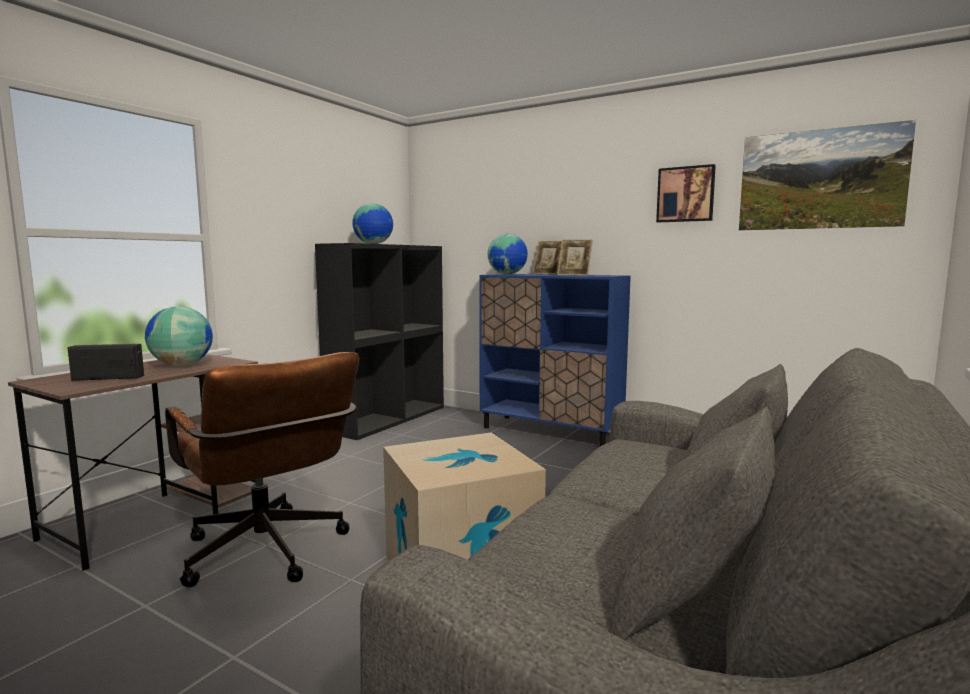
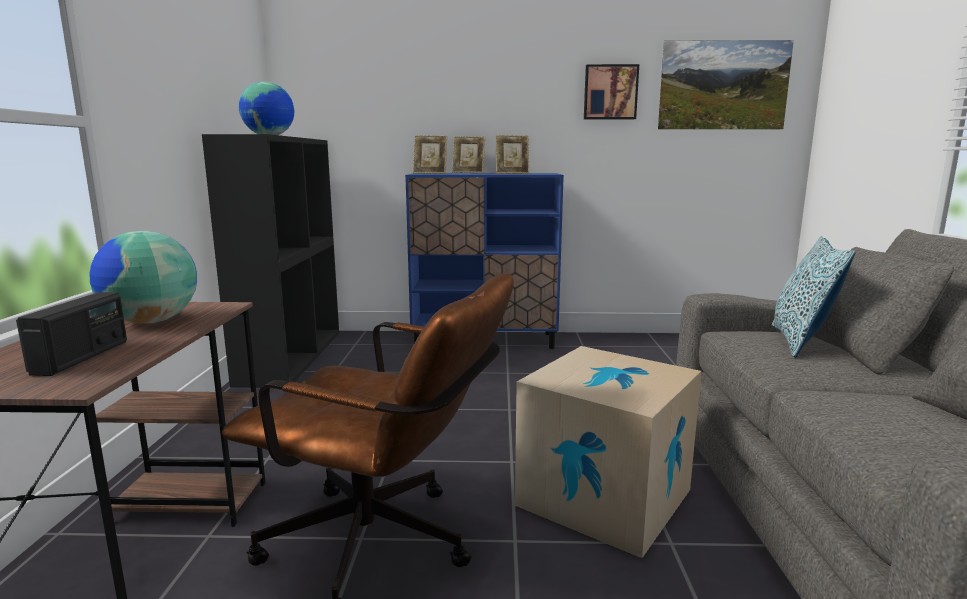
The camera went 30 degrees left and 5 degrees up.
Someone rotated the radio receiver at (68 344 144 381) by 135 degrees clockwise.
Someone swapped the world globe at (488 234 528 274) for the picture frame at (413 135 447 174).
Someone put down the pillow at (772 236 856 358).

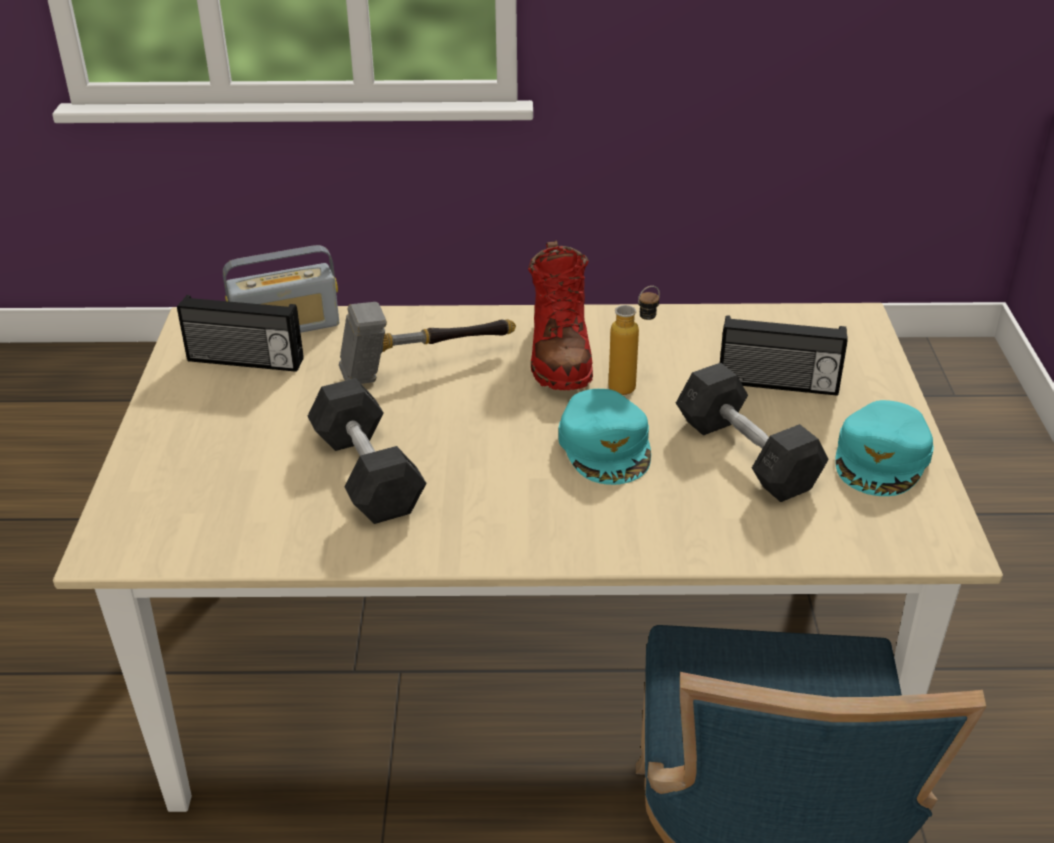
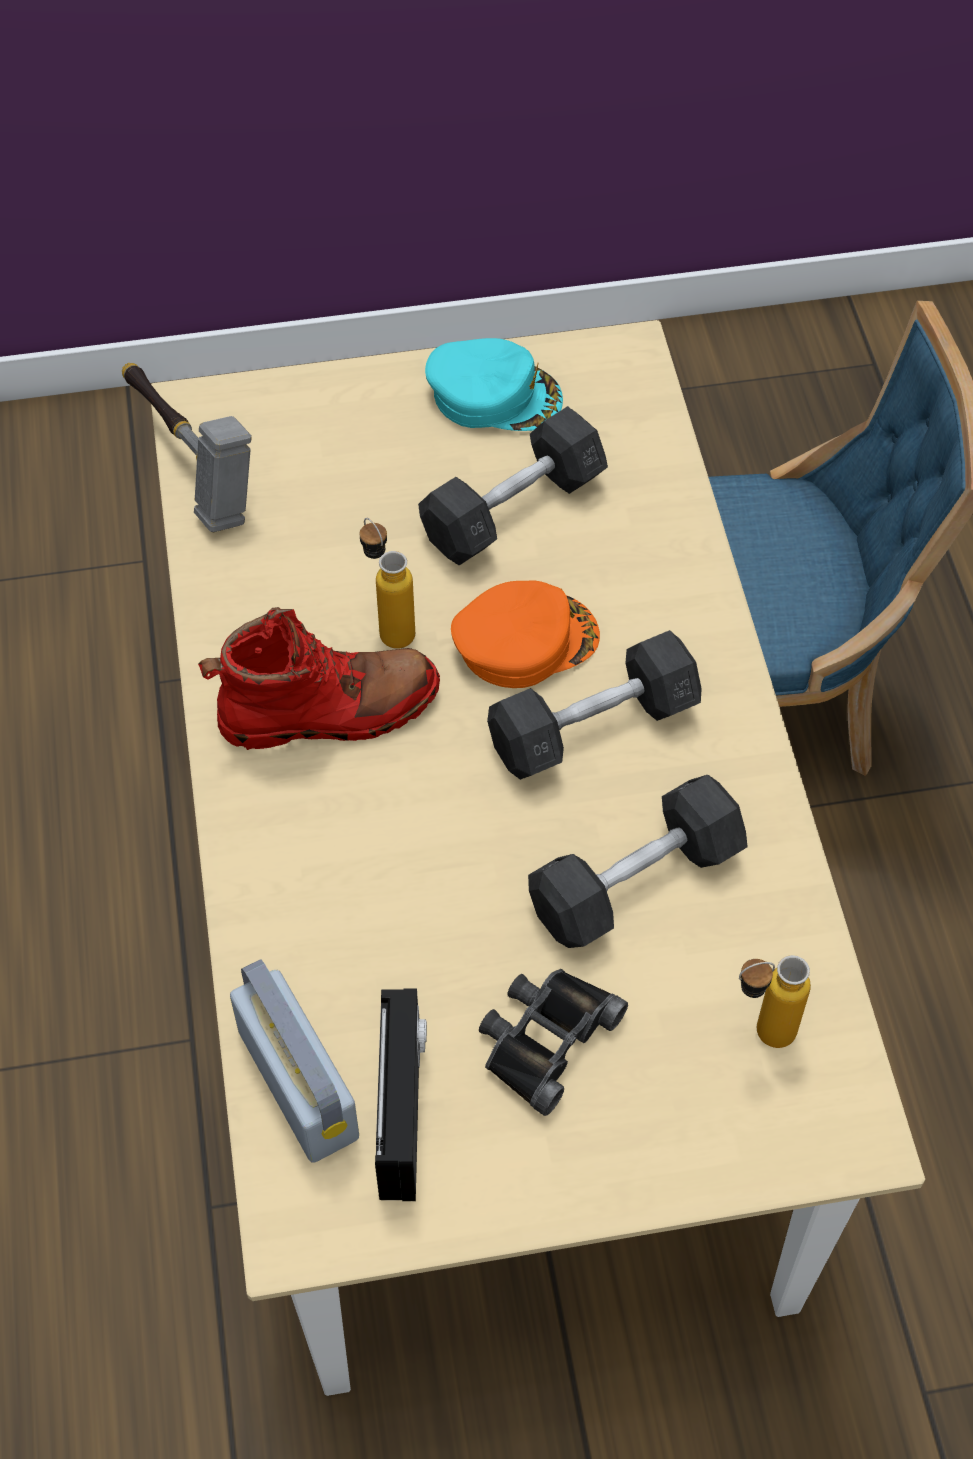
The camera went 100 degrees left and 20 degrees up.
Someone carried the tool hammer from (339 302 516 384) to (122 363 252 532).
Someone repainted the blue-green peaked cap at (558 389 651 485), which became the orange-coloured peaked cap at (451 581 600 688).
Someone took away the radio receiver at (720 315 848 396).
Someone put down the black field glasses at (479 969 628 1116).
Someone put down the greyish hand weight at (487 630 702 780).
Someone put down the beverage bottle at (739 955 811 1048).

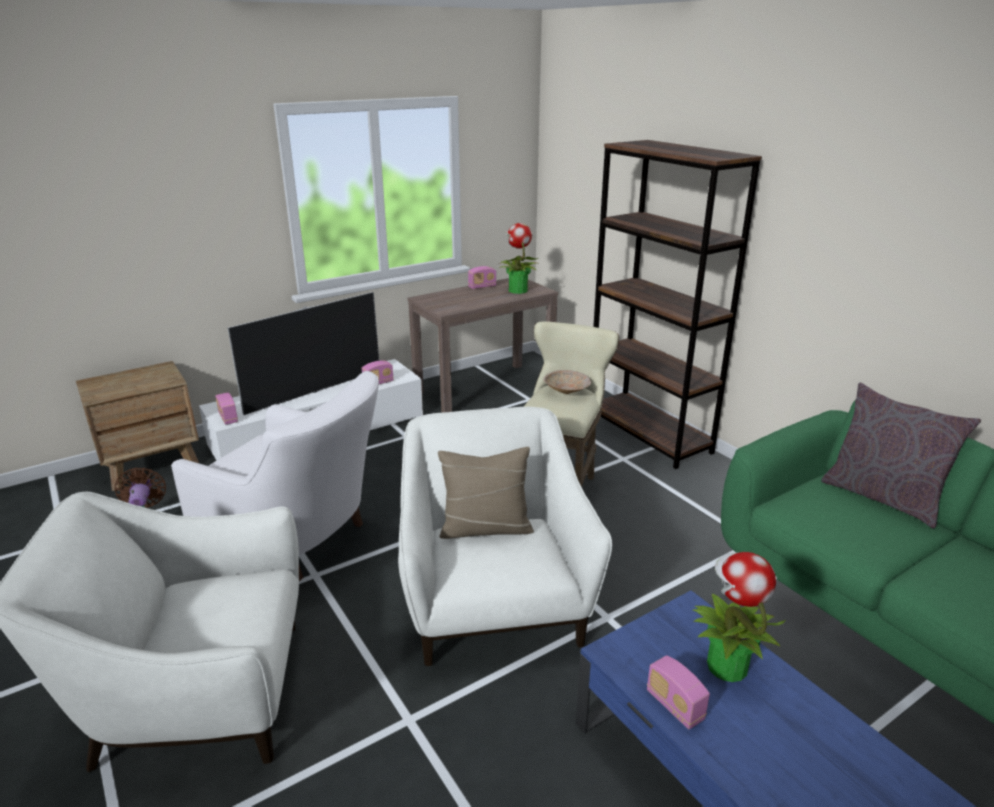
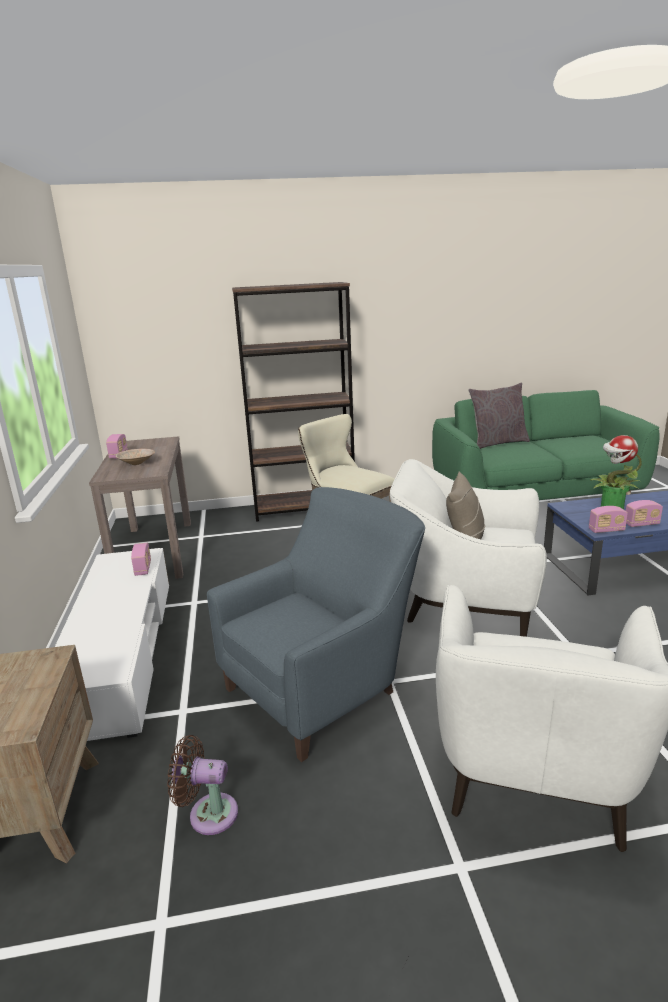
The camera went 65 degrees left and 5 degrees down.
Someone repainted the white-coloured armchair at (171 371 379 581), which became the bluish armchair at (207 487 425 762).
Someone carried the radio receiver from (215 392 238 425) to (589 506 628 533).
Someone took away the TV set at (228 292 379 415).
Someone took away the houseplant at (499 223 539 294).
Someone carried the beige-coloured bowl from (543 370 591 394) to (116 449 155 465).

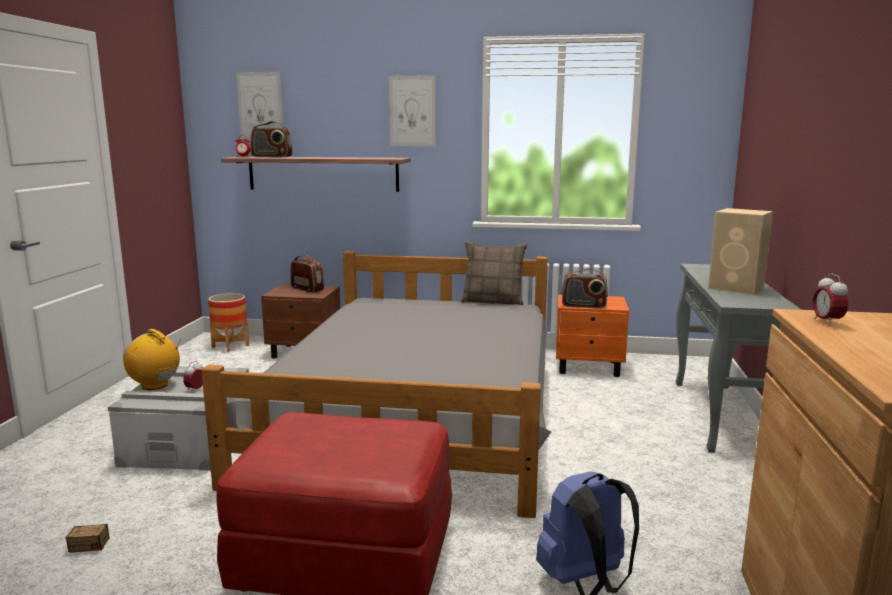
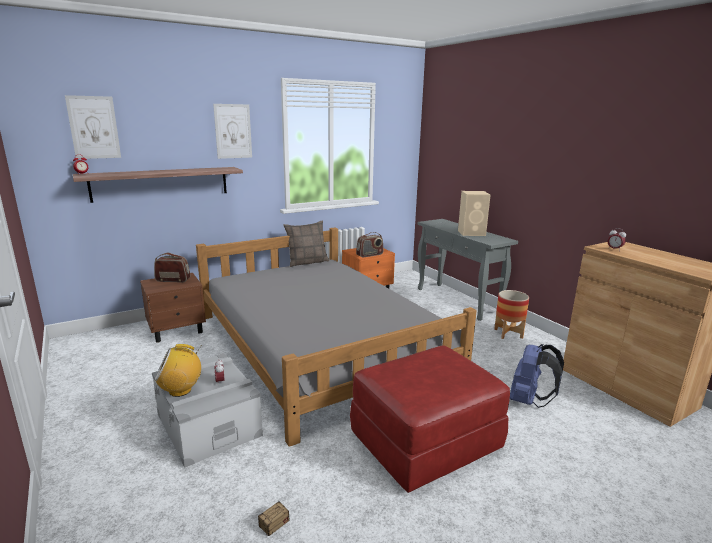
The camera went 40 degrees left and 5 degrees up.
Someone carried the plant pot from (208 293 249 352) to (494 290 529 339).
Someone took away the radio receiver at (250 121 292 157).

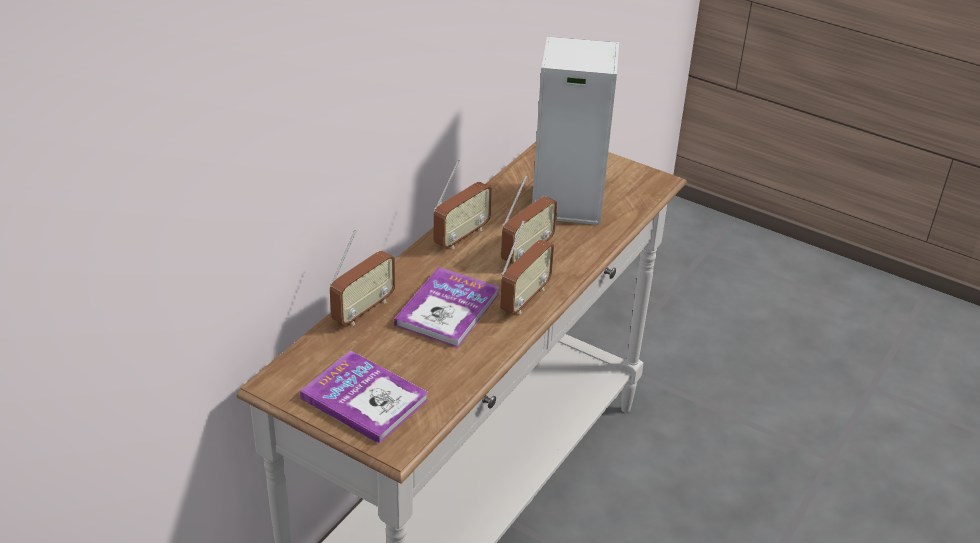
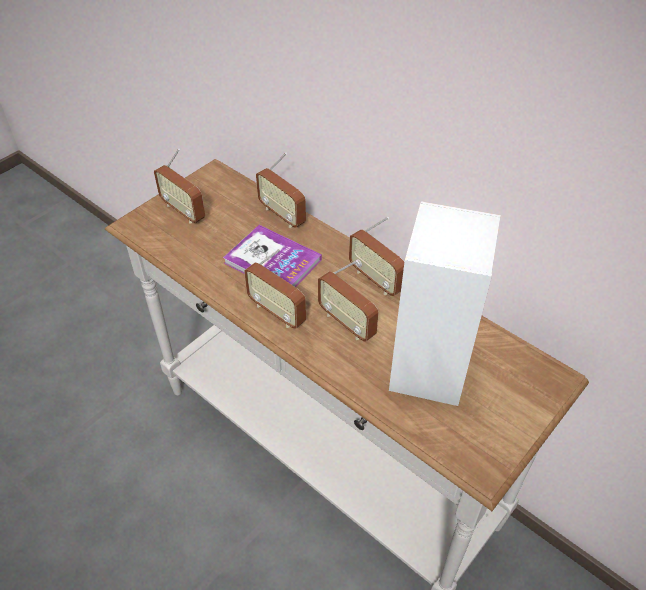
The camera went 100 degrees right and 10 degrees up.
Someone swapped the book at (300 350 429 444) for the radio receiver at (154 148 205 224).

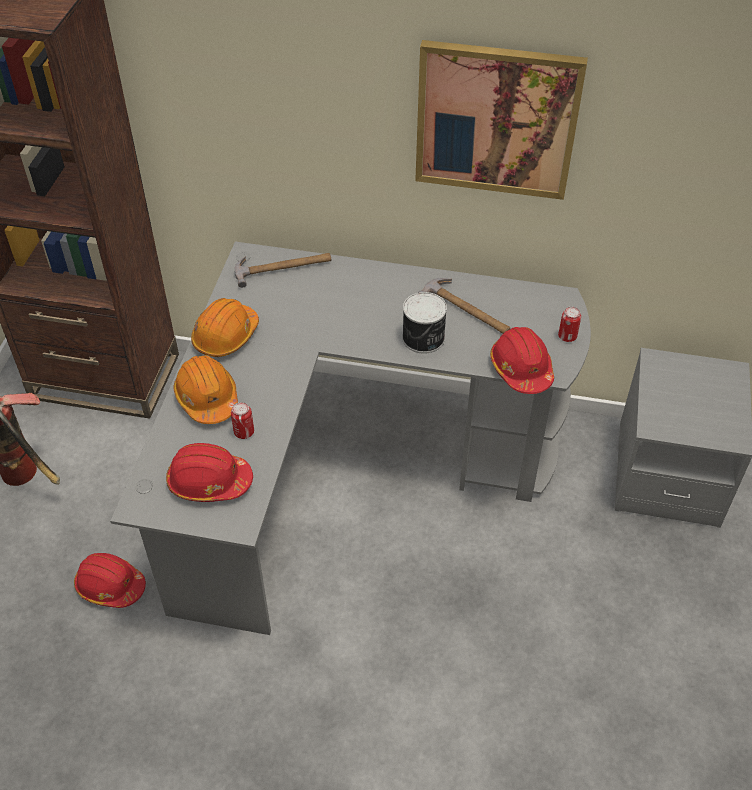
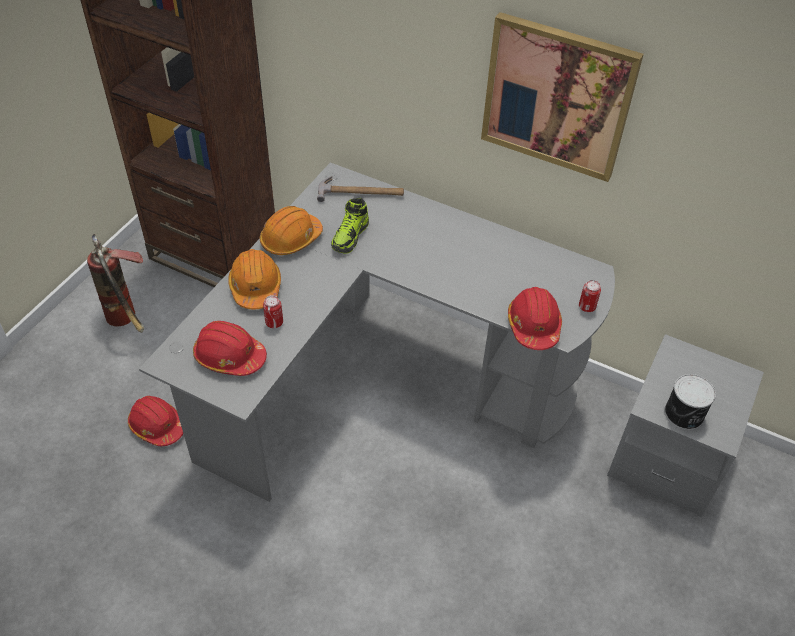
The camera went 15 degrees right and 0 degrees up.
Someone carried the can from (402 292 447 354) to (664 374 716 430).
Someone took away the tool hammer at (417 278 511 334).
Someone put down the item of footwear at (331 198 369 253).

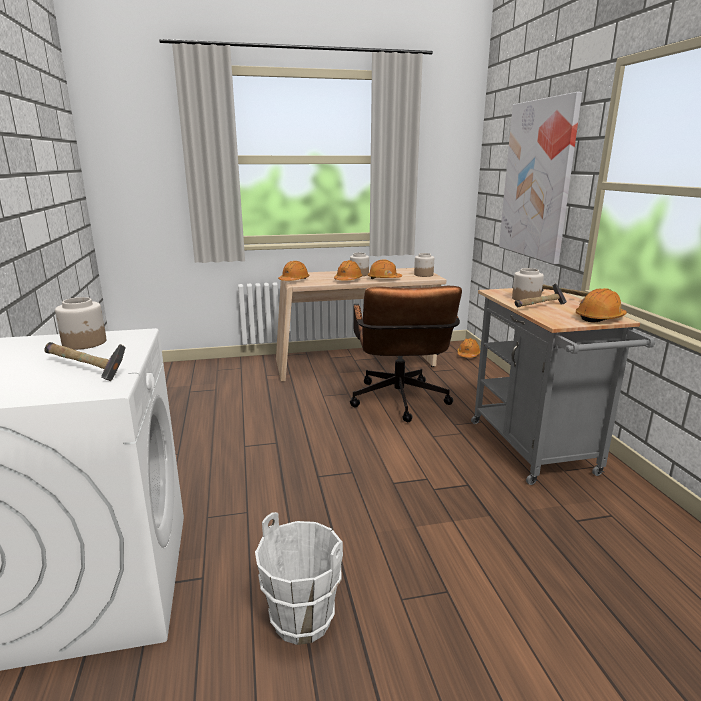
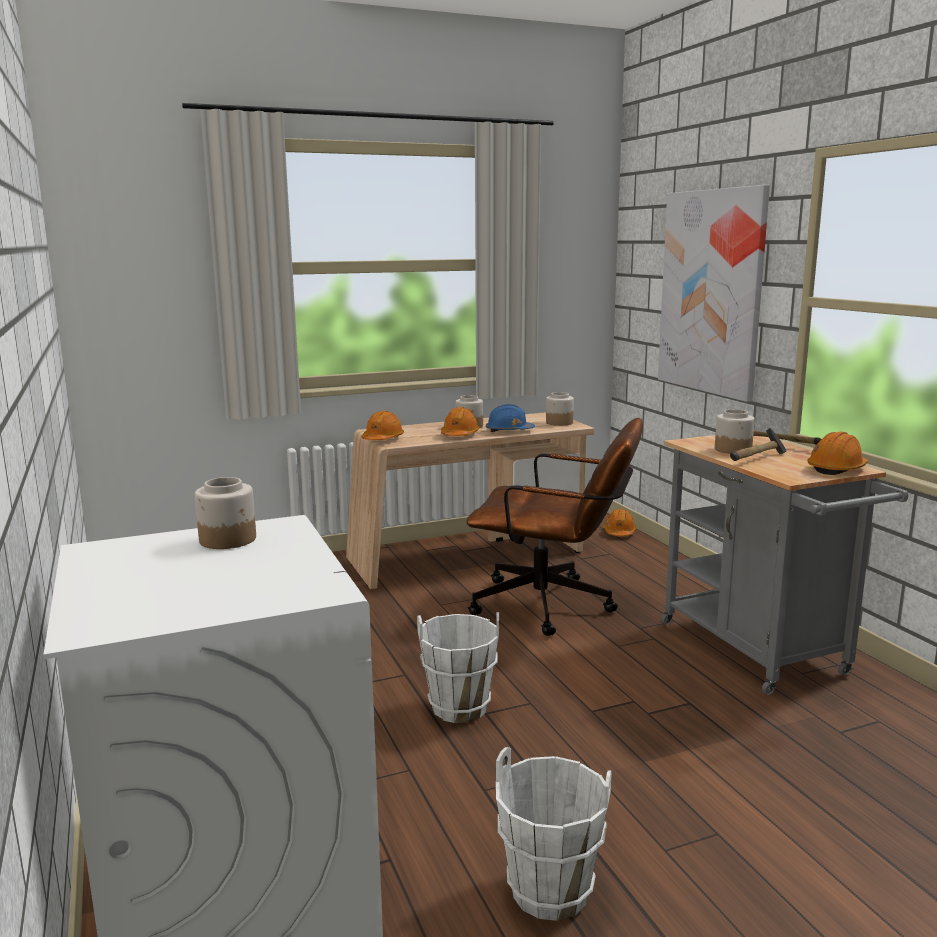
The camera went 10 degrees left and 5 degrees down.
Someone took away the tool hammer at (45 342 126 381).
Someone rotated the brown-coloured desk chair at (350 286 462 422) by 60 degrees counterclockwise.
Someone repainted the orange-coloured work helmet at (368 260 402 279), which became the bluish work helmet at (486 404 535 432).
Someone put down the white-coloured pail at (417 612 499 723).

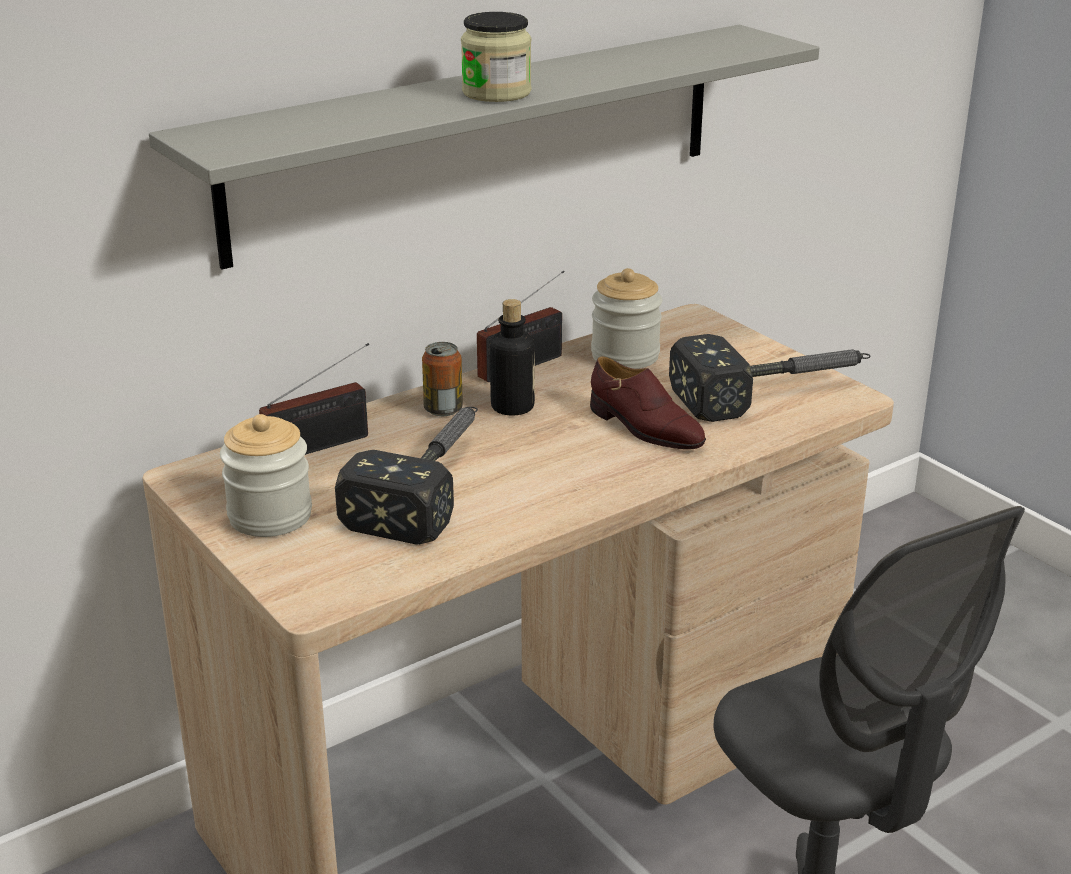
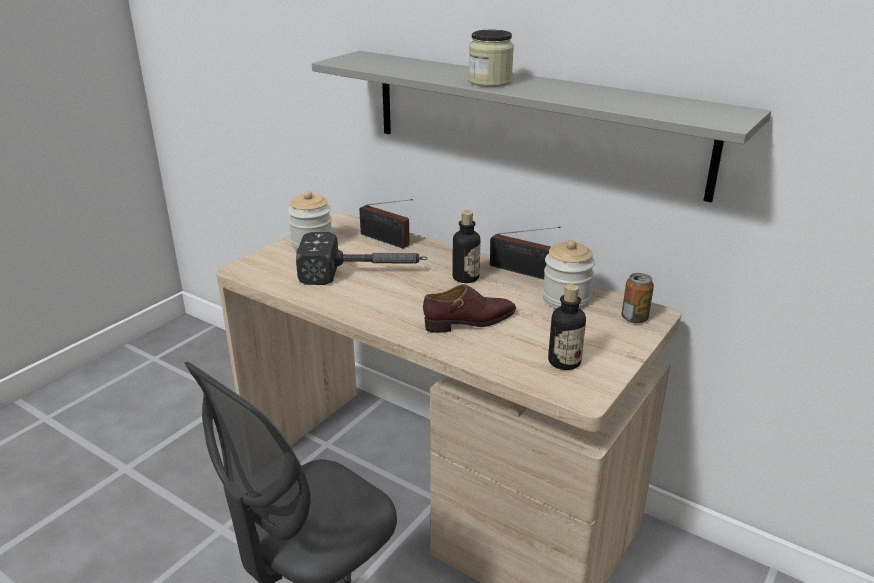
The camera went 70 degrees right and 0 degrees up.
Someone carried the can from (422 342 463 416) to (621 273 654 324).
Someone rotated the brown-coloured item of footwear at (590 356 706 450) by 135 degrees counterclockwise.
Someone swapped the tool hammer at (669 334 871 422) for the beverage bottle at (548 284 586 370).

